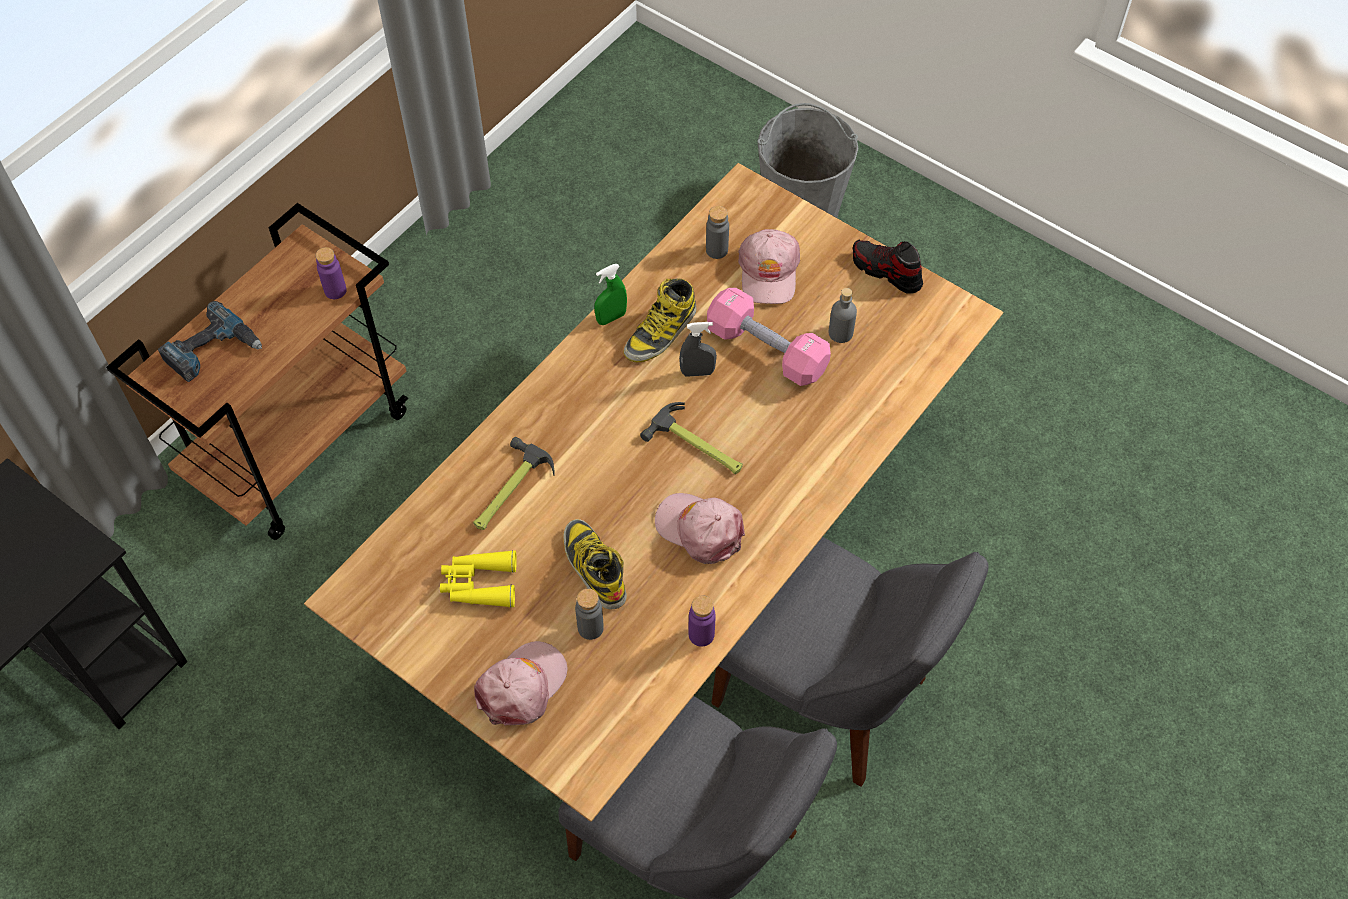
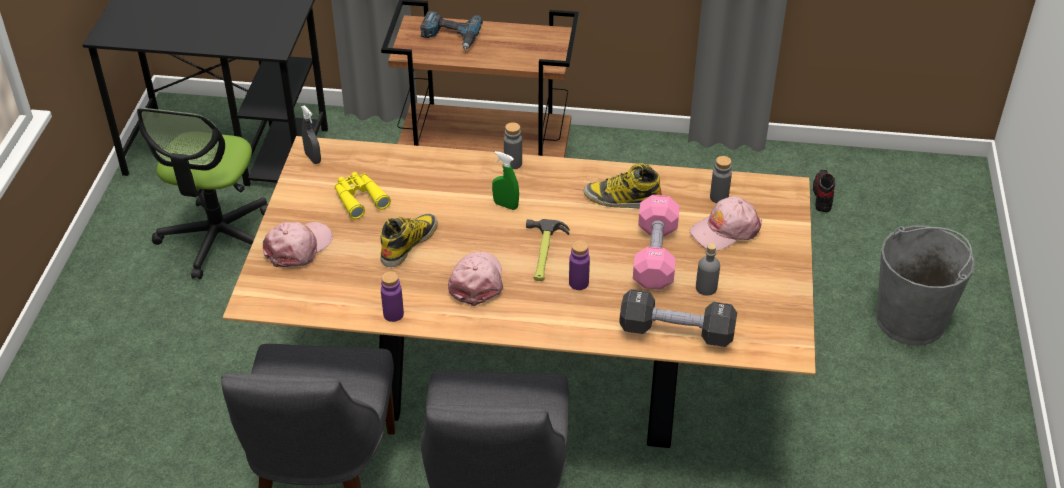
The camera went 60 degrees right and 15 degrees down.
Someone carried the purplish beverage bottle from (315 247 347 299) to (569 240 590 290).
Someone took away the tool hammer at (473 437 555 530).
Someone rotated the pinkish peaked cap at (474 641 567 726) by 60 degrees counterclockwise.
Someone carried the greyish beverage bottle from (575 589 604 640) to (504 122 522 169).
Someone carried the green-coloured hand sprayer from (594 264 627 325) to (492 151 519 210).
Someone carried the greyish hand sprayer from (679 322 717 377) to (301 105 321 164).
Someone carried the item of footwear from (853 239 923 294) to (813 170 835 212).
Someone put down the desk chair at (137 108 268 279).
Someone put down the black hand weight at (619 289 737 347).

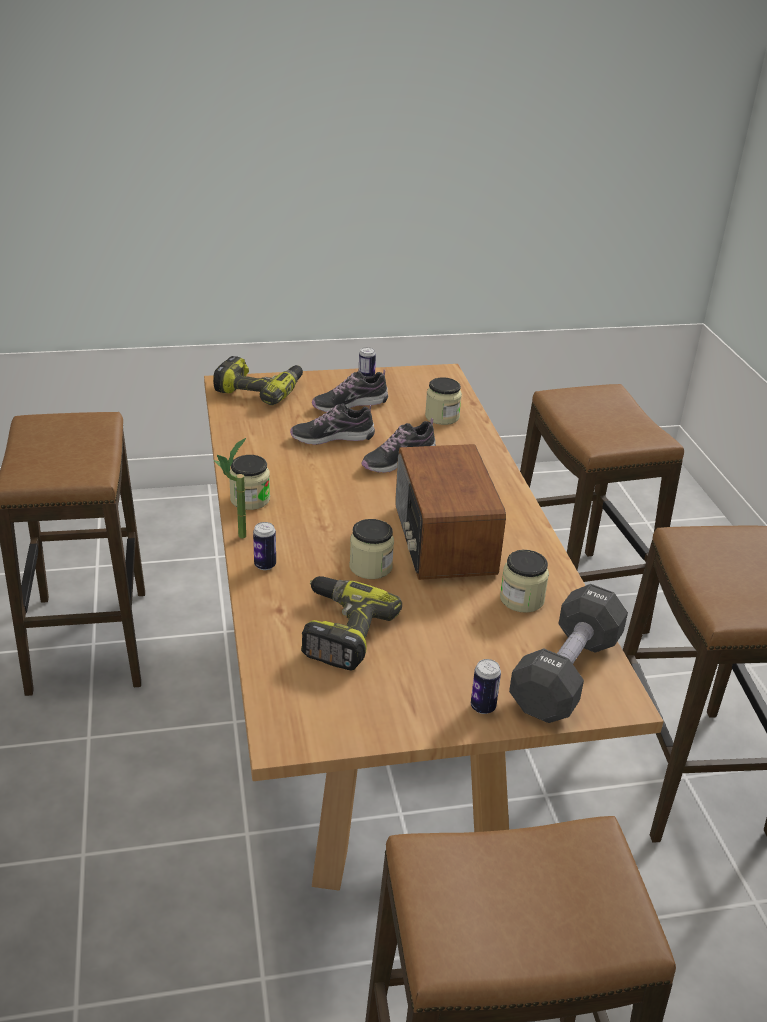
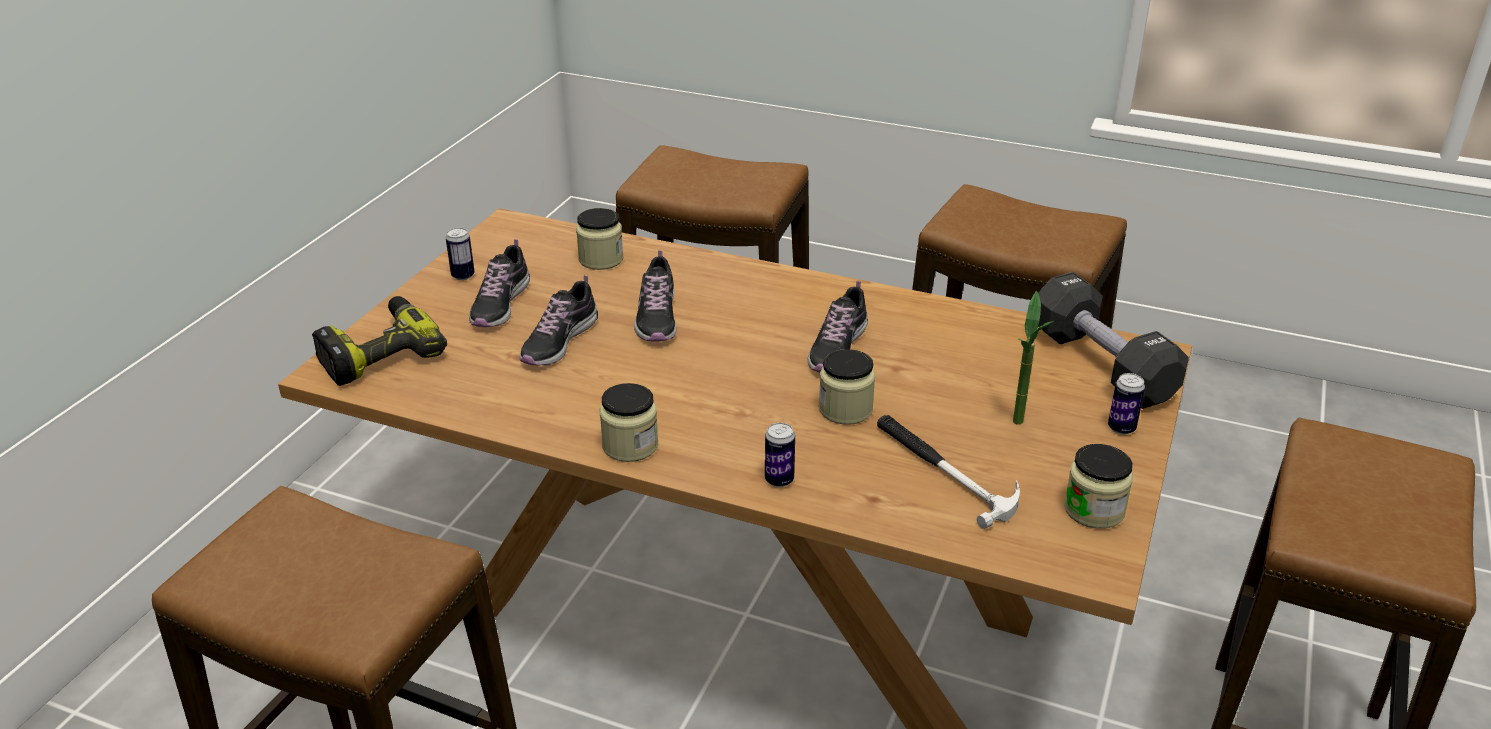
The camera went 55 degrees left and 0 degrees up.
Someone carried the houseplant from (214 438 246 538) to (1013 290 1054 424).
Someone swapped the electric drill at (301 576 402 671) for the tool hammer at (877 415 1020 529).
Someone swapped the radio receiver at (395 444 506 580) for the item of footwear at (808 281 868 373).
Someone carried the jar from (500 550 549 613) to (1064 444 1133 529).

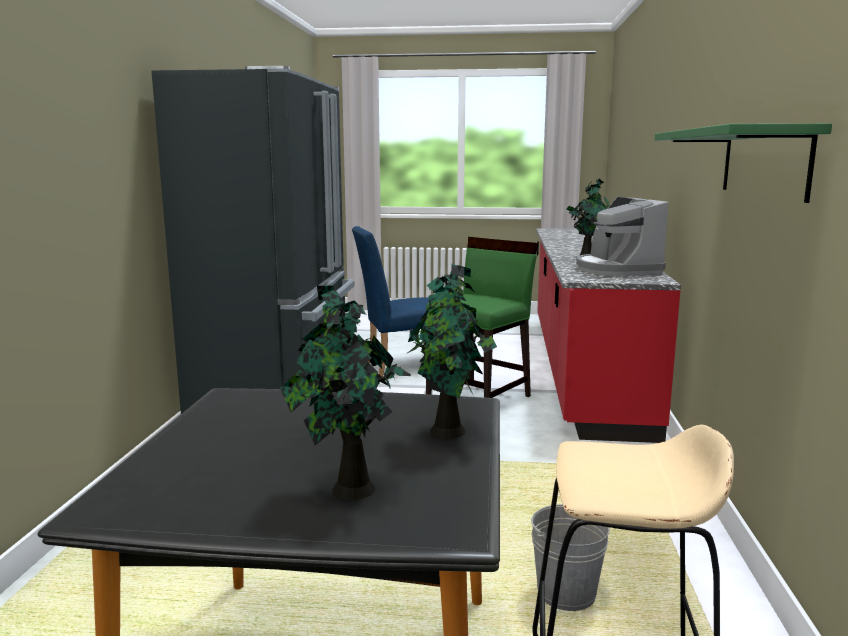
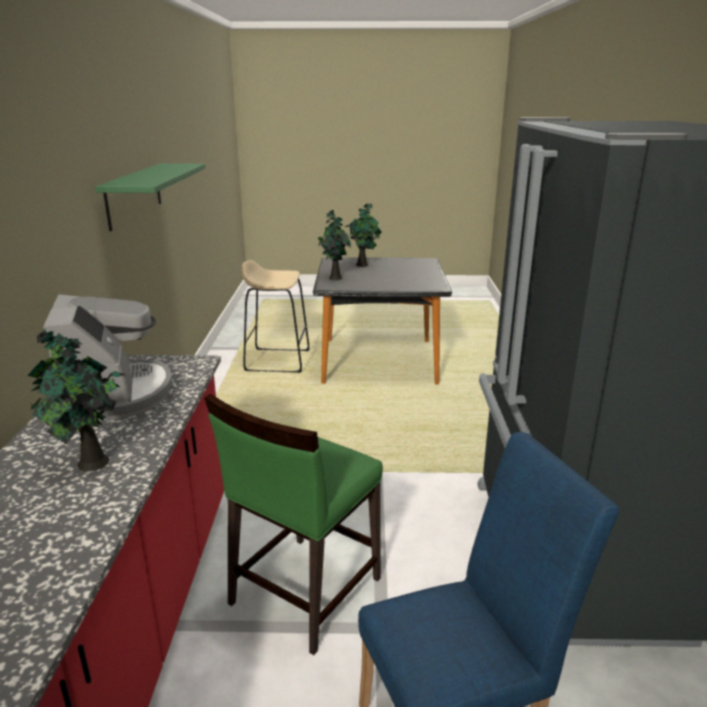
The camera went 175 degrees right and 10 degrees up.
Someone took away the greyish pail at (531 504 610 611).

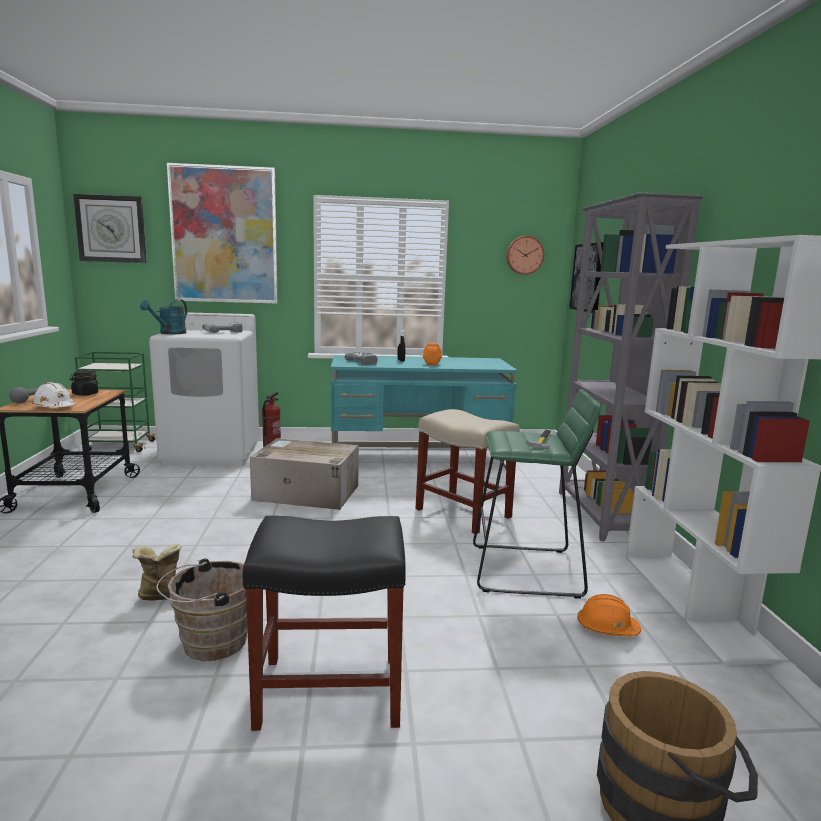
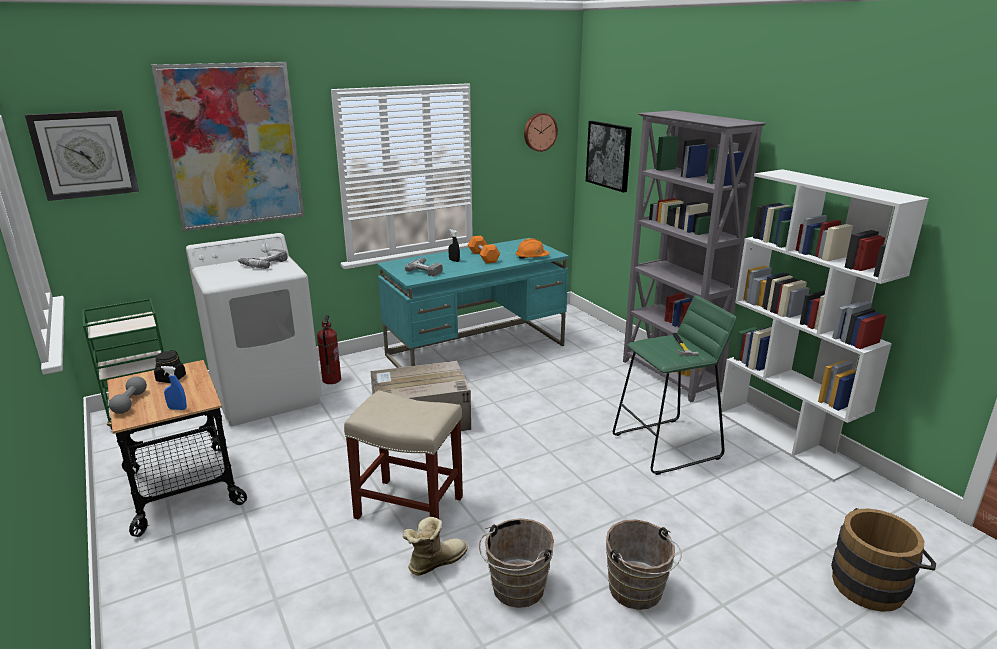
The camera went 25 degrees left and 10 degrees up.
Someone swapped the white-coloured work helmet at (32 382 76 408) for the bluish hand sprayer at (161 366 187 410).
Someone took away the blue-green sprinkling can at (140 299 187 334).
Someone swapped the black sitting stool at (243 516 406 731) for the brown-coloured pail at (606 519 682 610).
Someone carried the beige-coloured sitting stool from (415 409 520 534) to (344 390 463 520).
Someone carried the orange-coloured work helmet from (577 594 641 636) to (516 238 549 259).

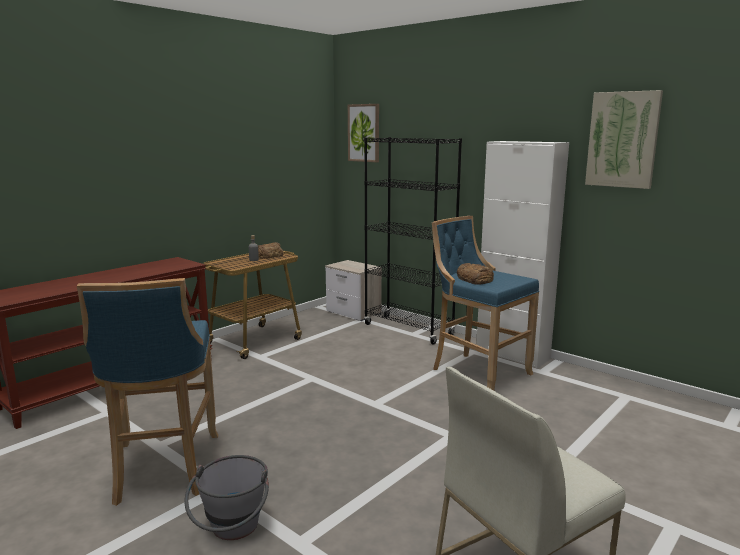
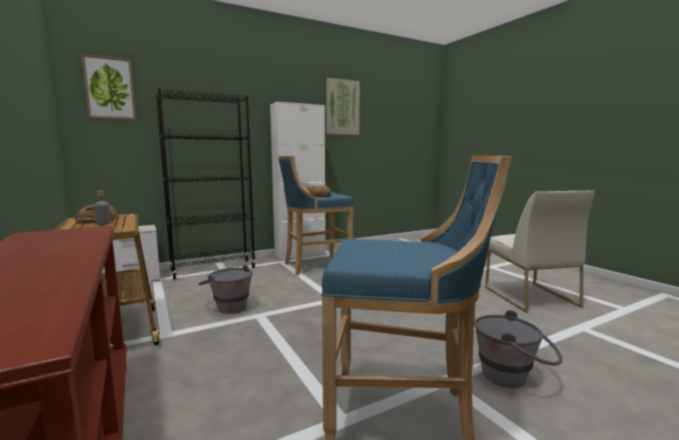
The camera went 70 degrees left and 5 degrees down.
Someone put down the greyish pail at (199 264 253 314).

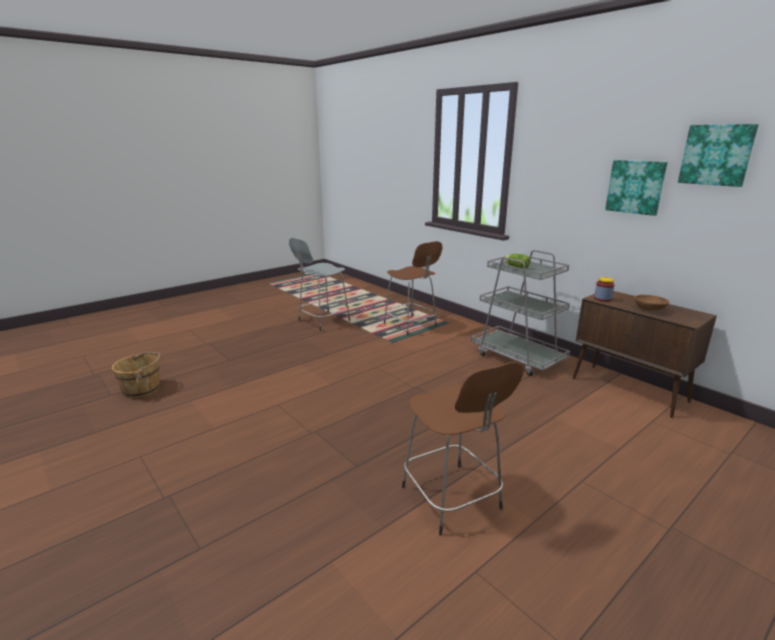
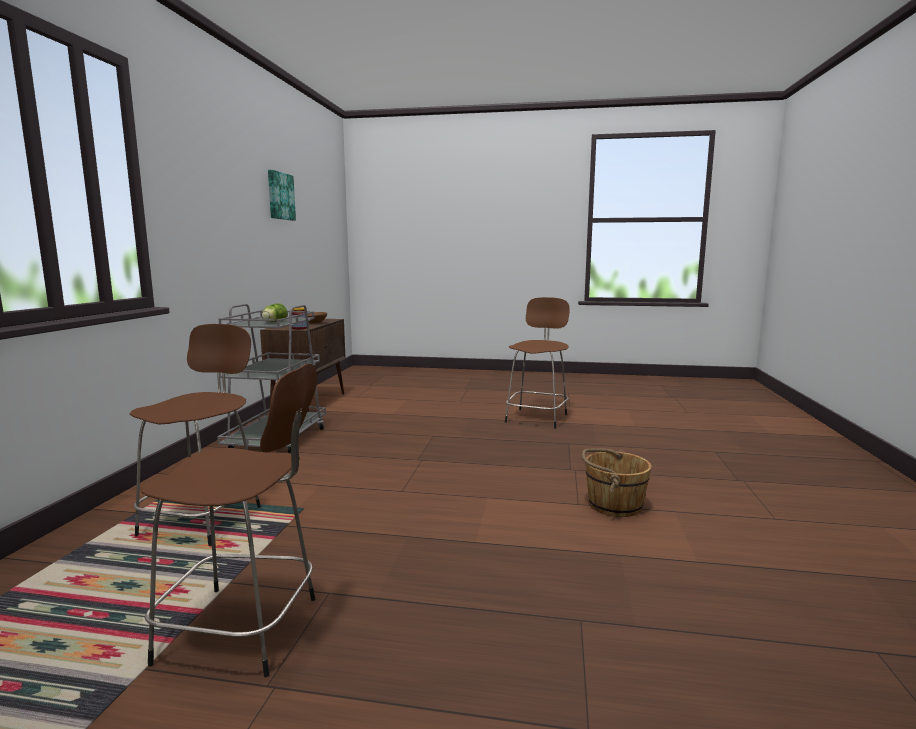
The camera went 130 degrees left and 10 degrees down.
Someone carried the brown-coloured pail from (112 352 161 398) to (582 448 652 517).
Someone repainted the greyish sitting stool at (289 238 350 331), which became the brown-coloured sitting stool at (141 364 317 677).
Someone took away the wall picture at (605 160 668 216).

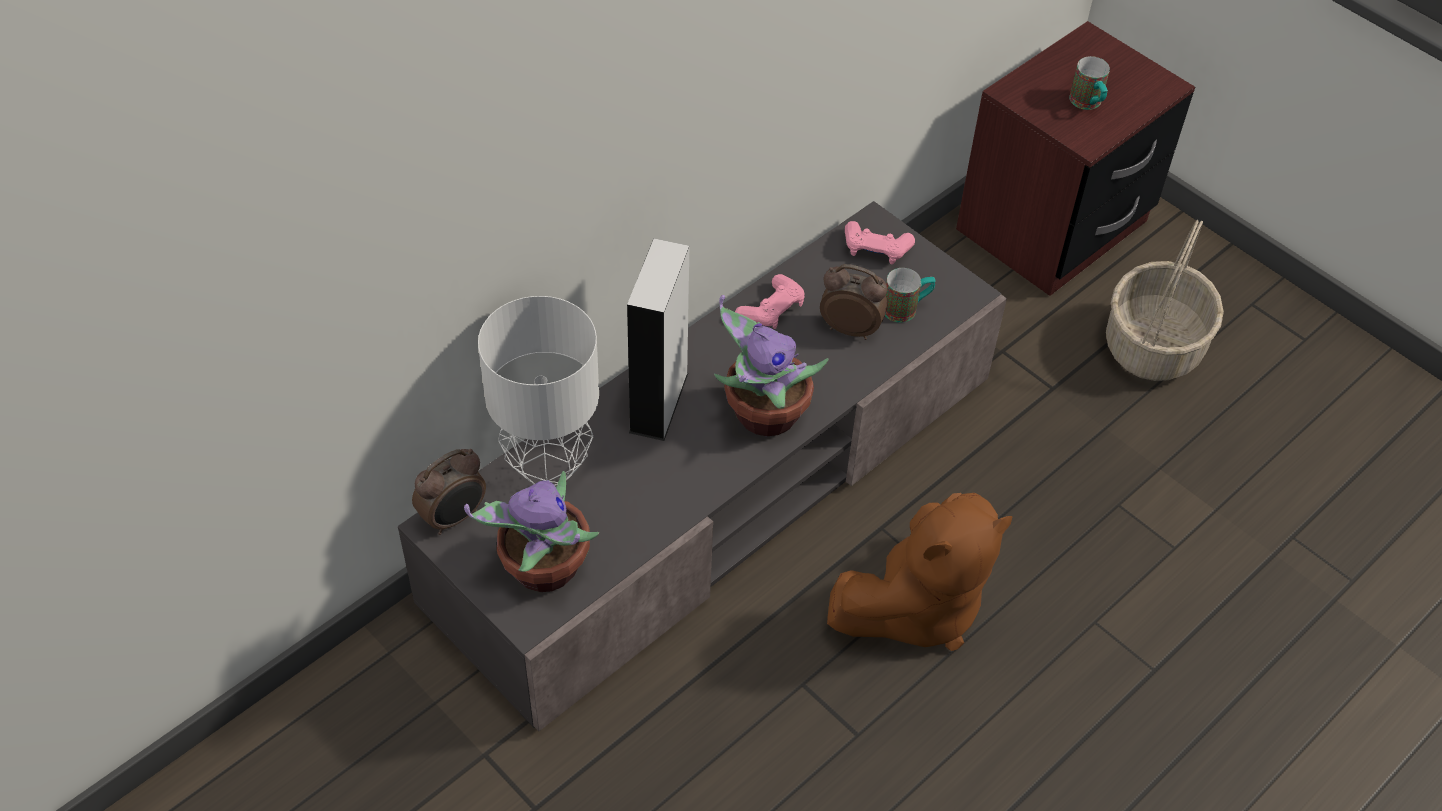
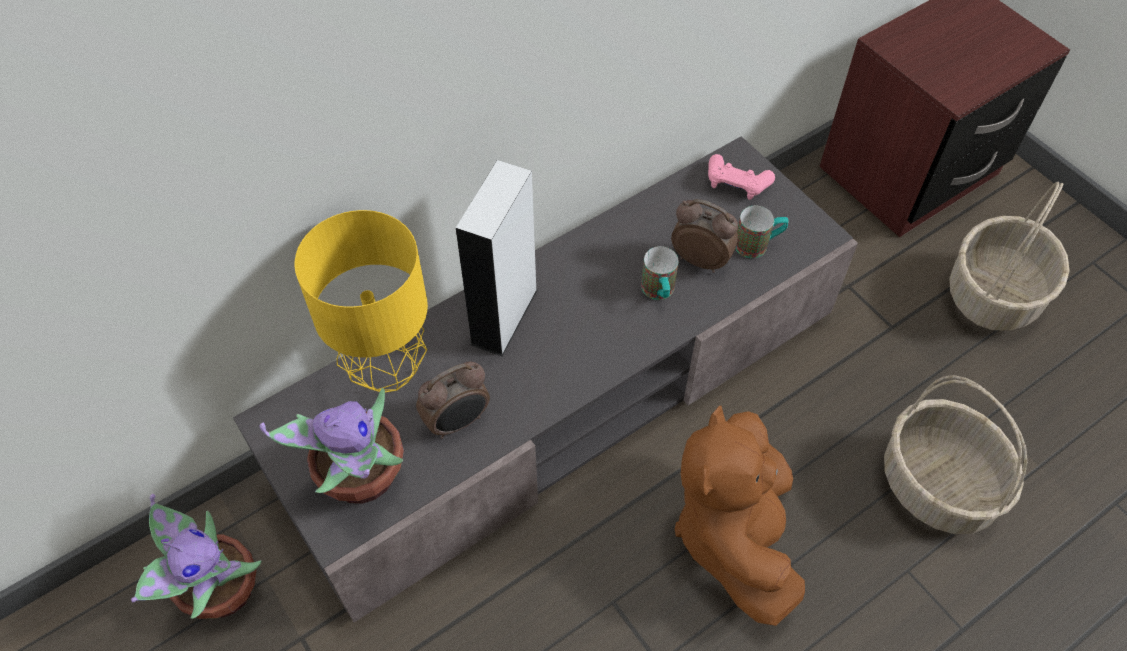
The camera went 10 degrees right and 5 degrees up.
Someone carried the bedside clock from (412 449 486 535) to (416 361 490 439).
Someone repainted the greyish lamp for a table at (478 296 599 486), which became the yellow-coloured lamp for a table at (295 210 428 393).
Someone carried the houseplant from (714 295 828 436) to (131 494 261 619).
Someone took away the pinkish joypad at (735 274 805 329).
Someone rotated the brown-coloured soft toy at (827 493 1013 651) by 120 degrees clockwise.
Someone carried the coffee mug from (1069 56 1110 110) to (641 246 679 300).
Someone put down the household basket at (884 375 1027 534).

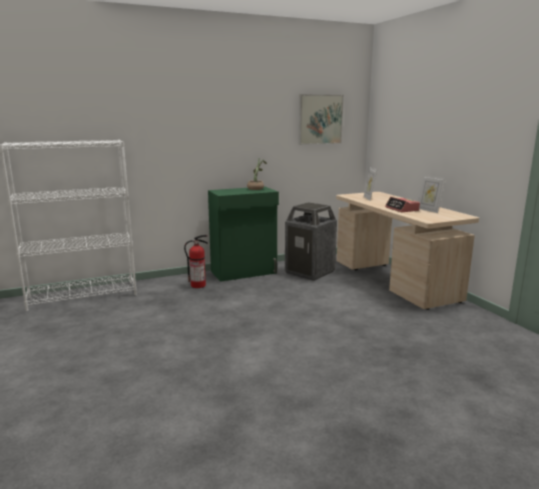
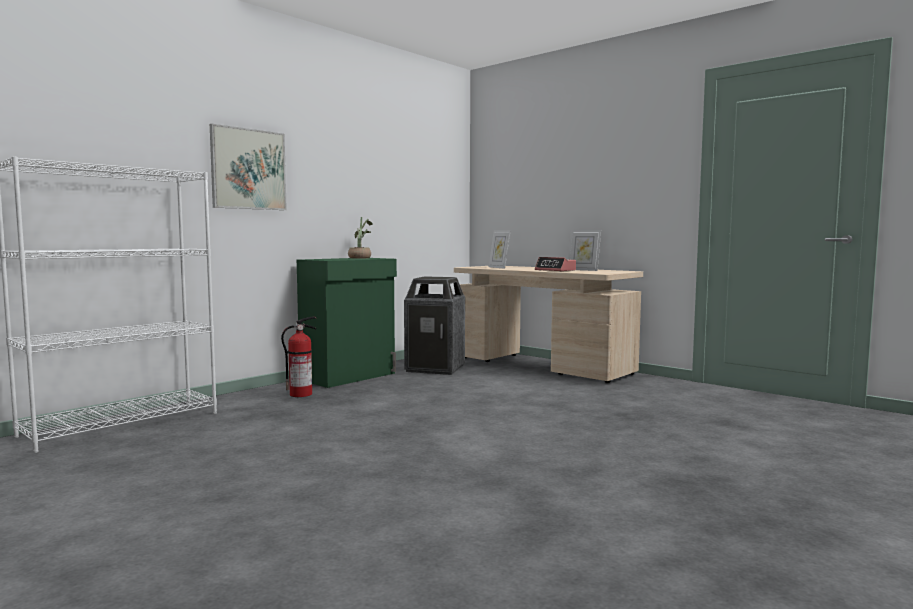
The camera went 25 degrees left and 10 degrees down.
Someone carried the wall picture from (299 94 344 145) to (210 124 287 210).

